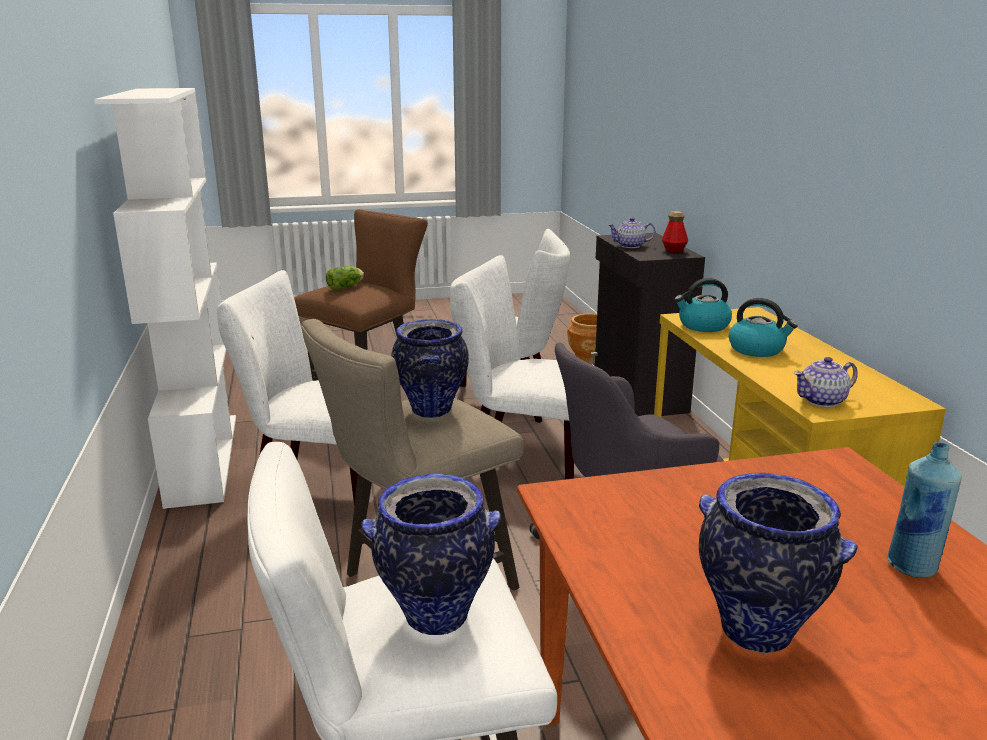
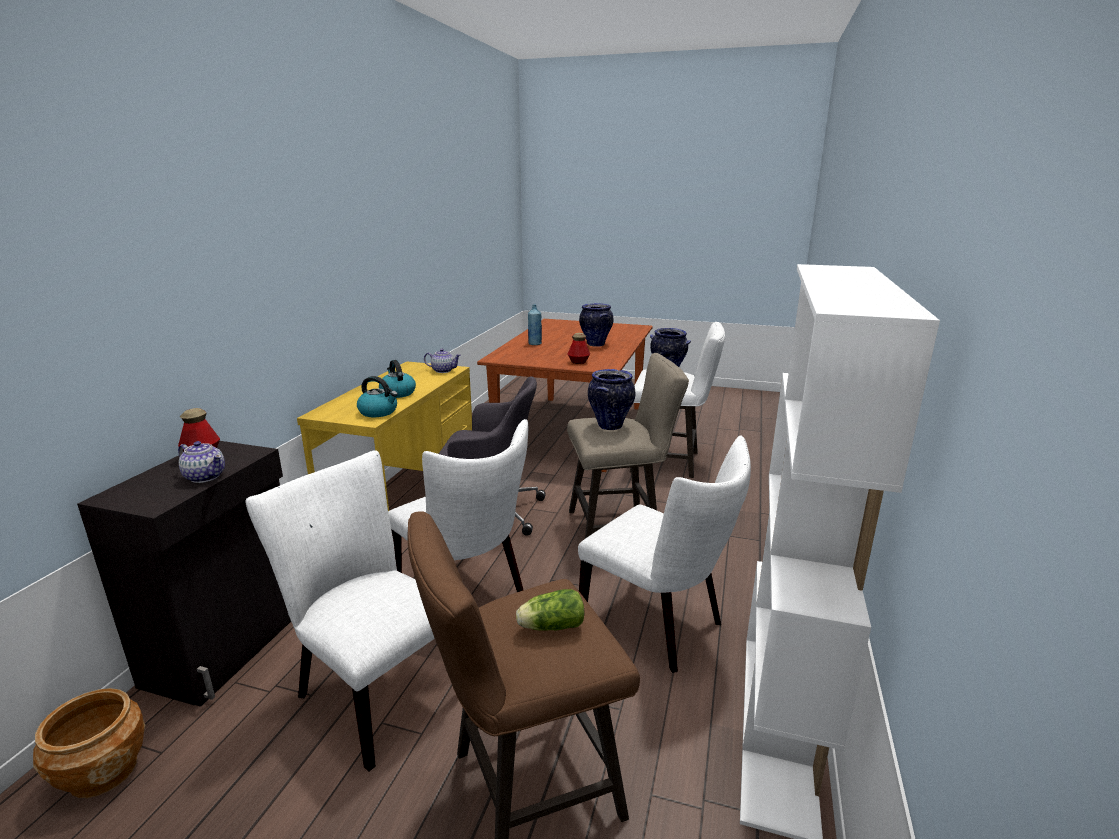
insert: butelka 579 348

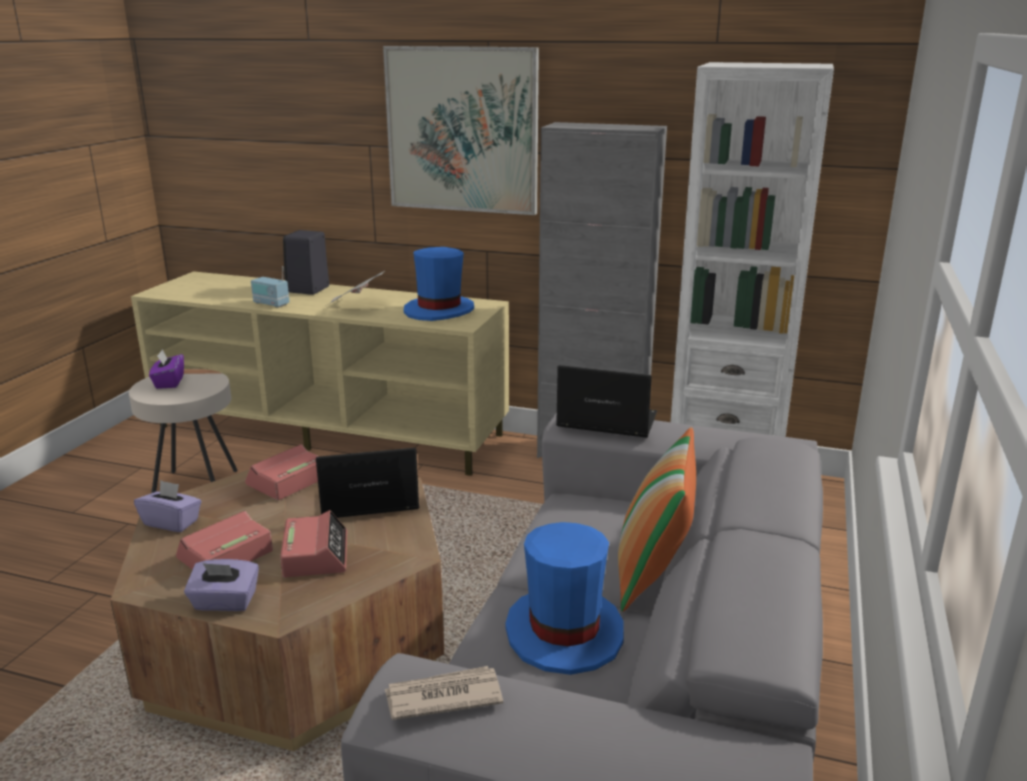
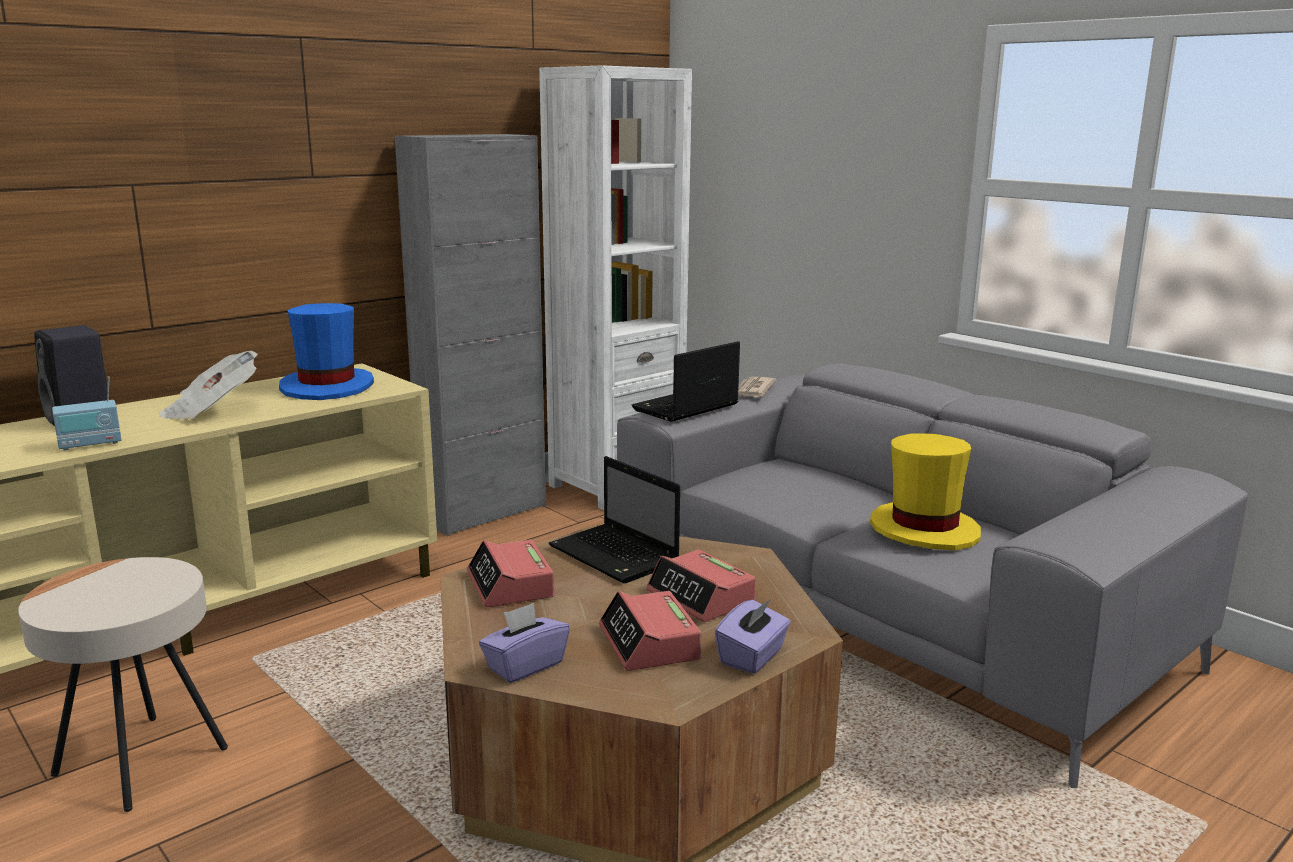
delete: obraz 461 130; pudełko chusteczek [fioletowy] 166 369; poduszka 657 519
move: gazeta 444 693 to 757 387
recolor: kapelusz [niebieski] 564 598 to kapelusz [żółty] 925 491
rotate: laptop 368 483 = 614 520 60 degrees counterclockwise; budzik 313 544 = 701 586 150 degrees counterclockwise

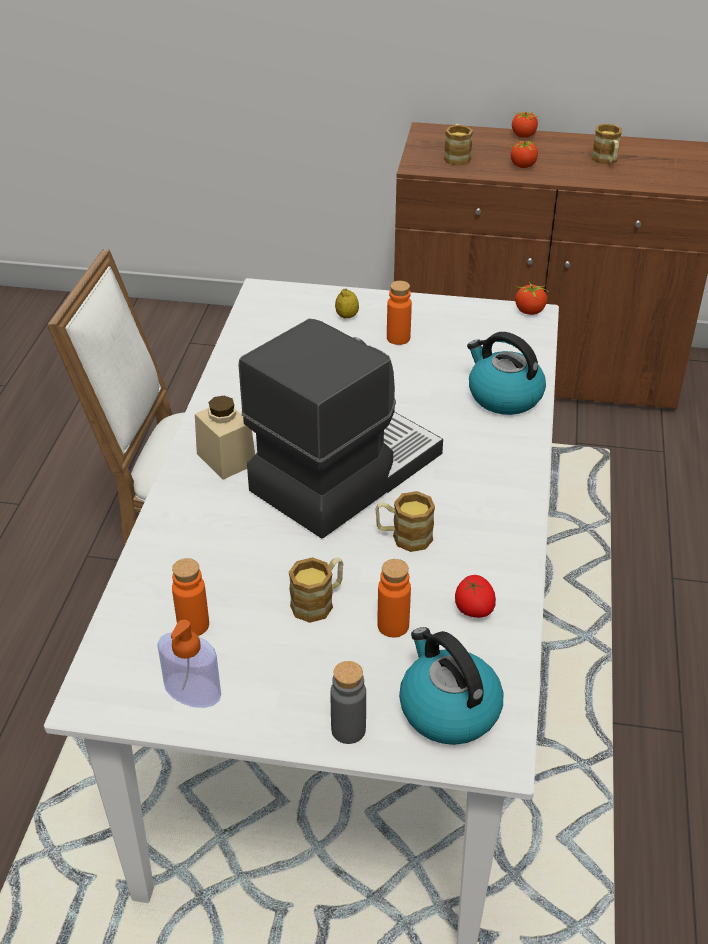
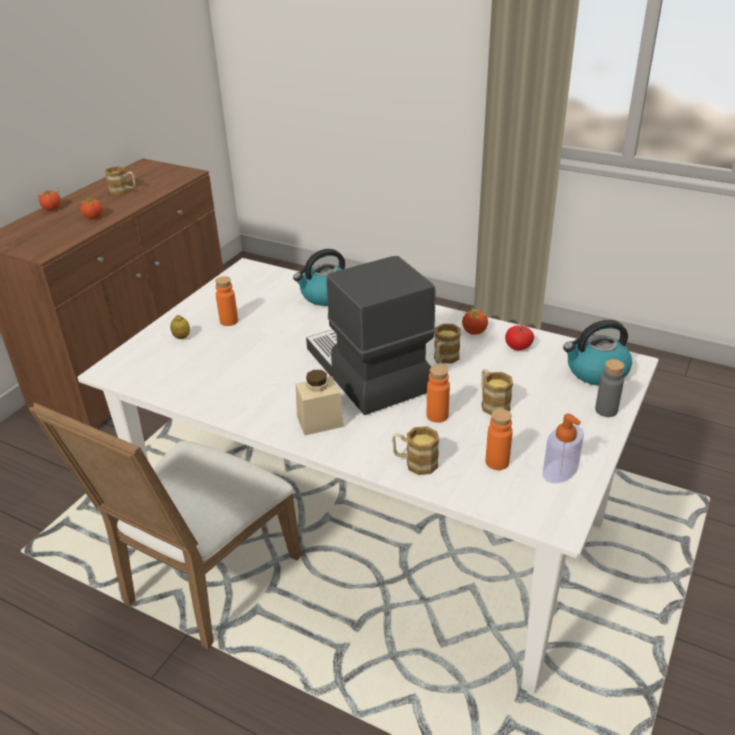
move: kubek 458 145 to 415 450; pomidor 531 298 to 475 321; butelka [pomarańczowy] 394 598 to 438 394

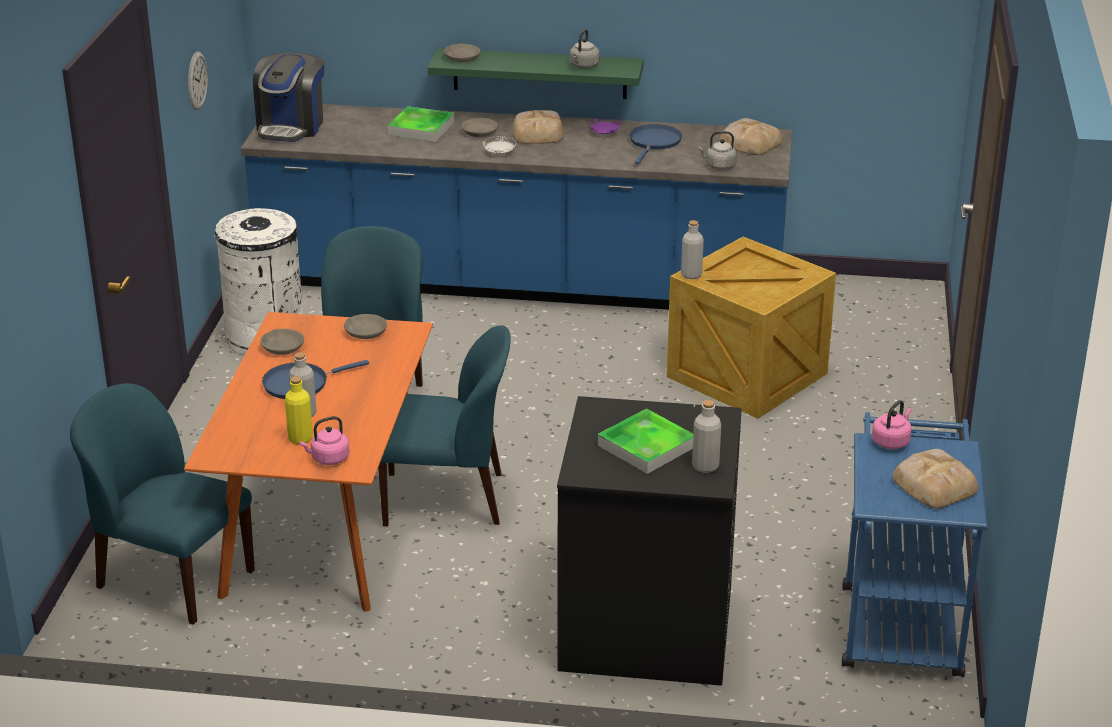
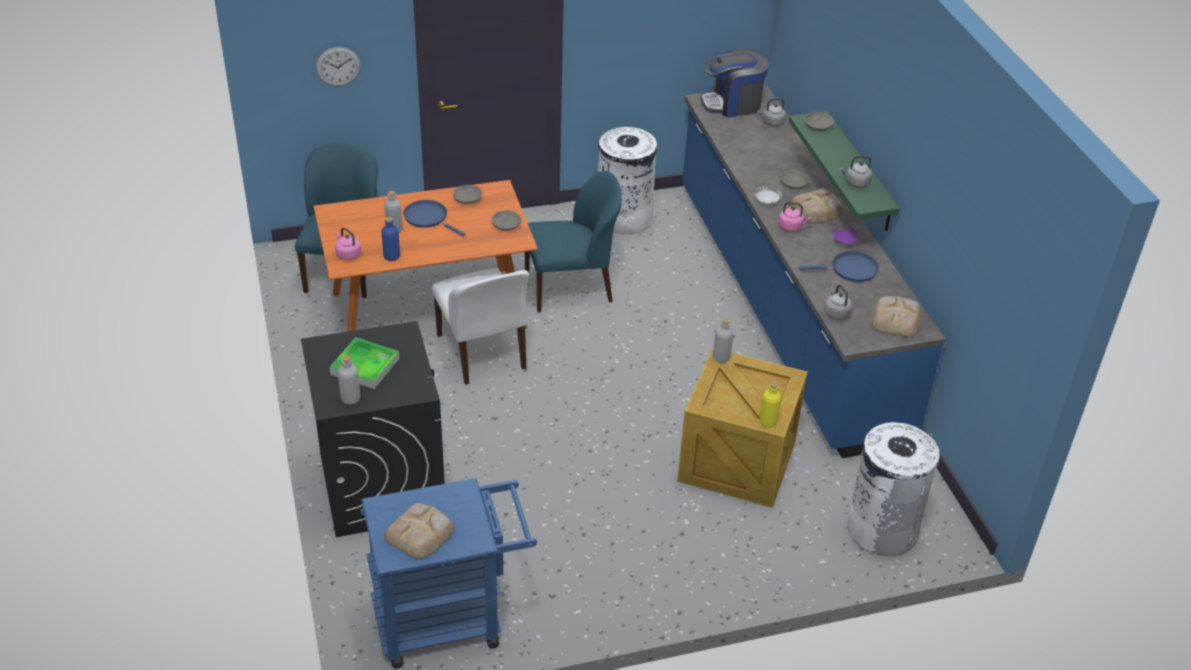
delete: taca 421 124
insert: czajnik [szary] 771 112; butelka [niebieski] 390 239; kosz na śmieci [biały] 893 489
move: zegar ścienny 198 81 to 338 66; butelka [żółty] 299 410 to 770 404; czajnik [różowy] 891 424 to 795 216
recolor: krzesło [niebieski] 444 426 to krzesło [biały] 480 327

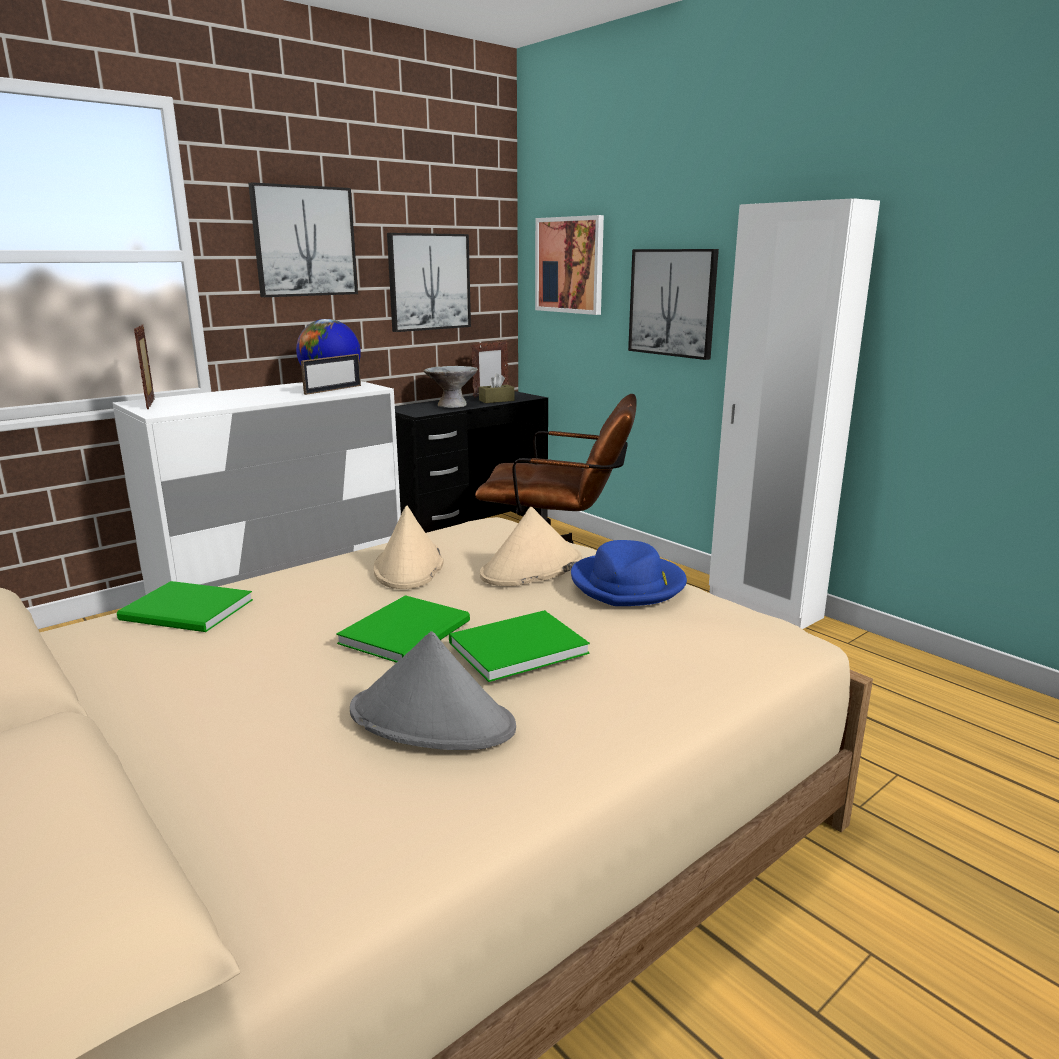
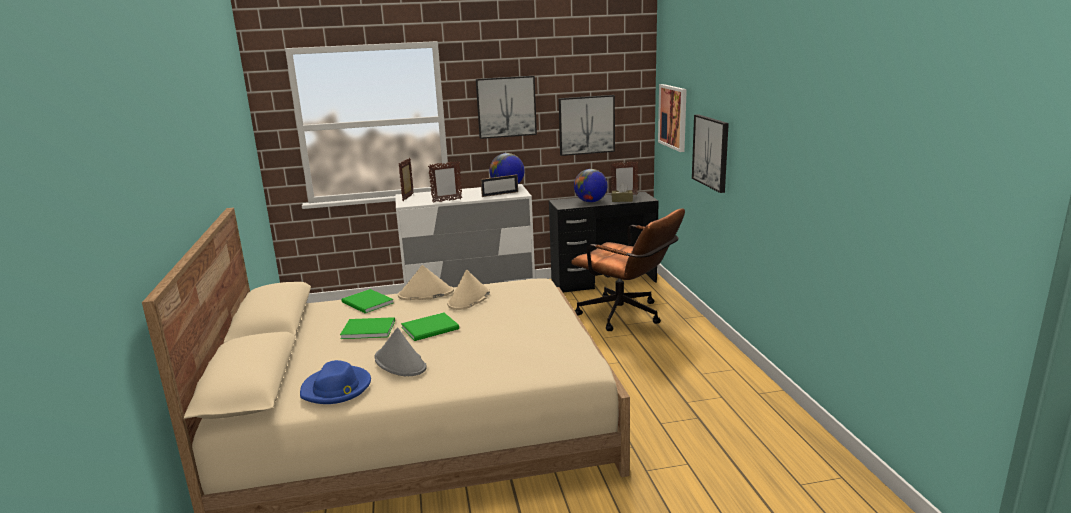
delete: szafa [biały] 794 413
insert: ramka na zdjęcie 445 182
move: kapelusz [beżowy] 531 546 to 426 282; kapelusz [niebieski] 629 573 to 335 382; książka [zielony] 519 646 to 367 328
replace: miska [szary] 451 387 to globus 590 186

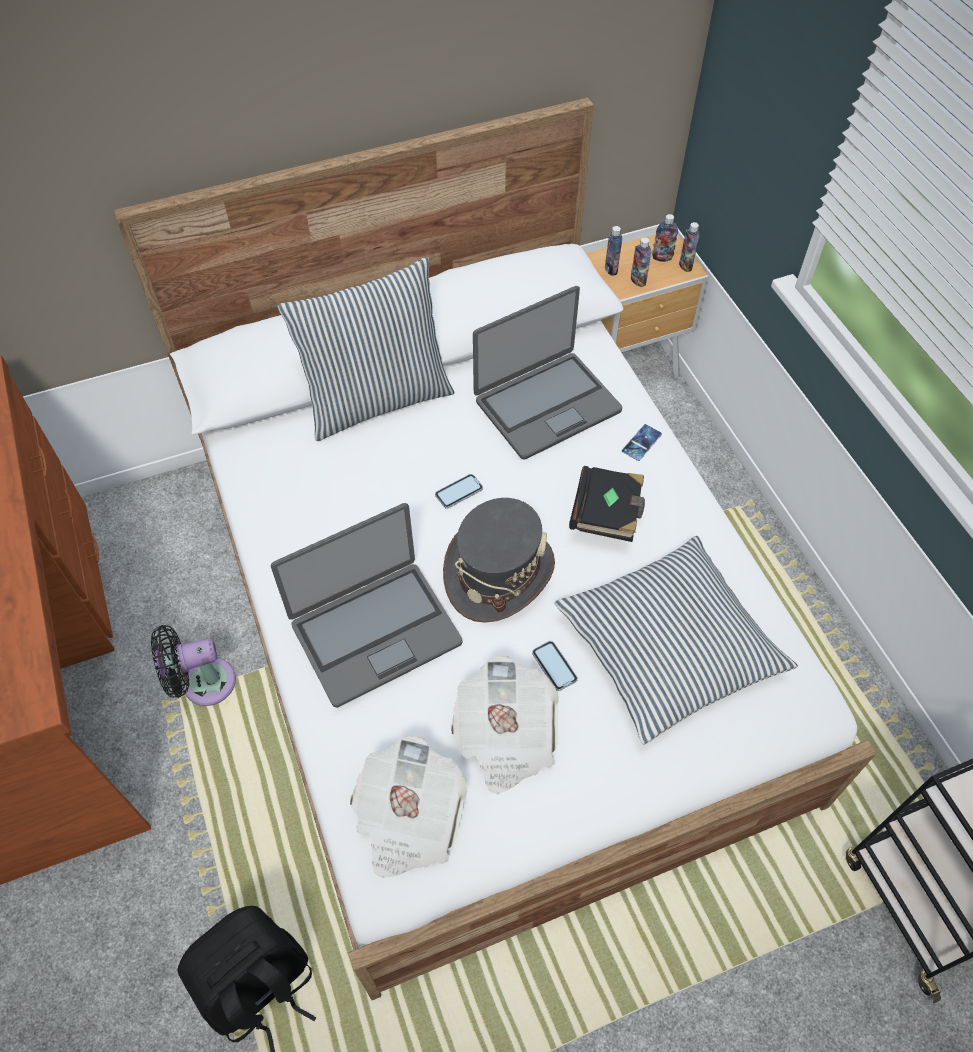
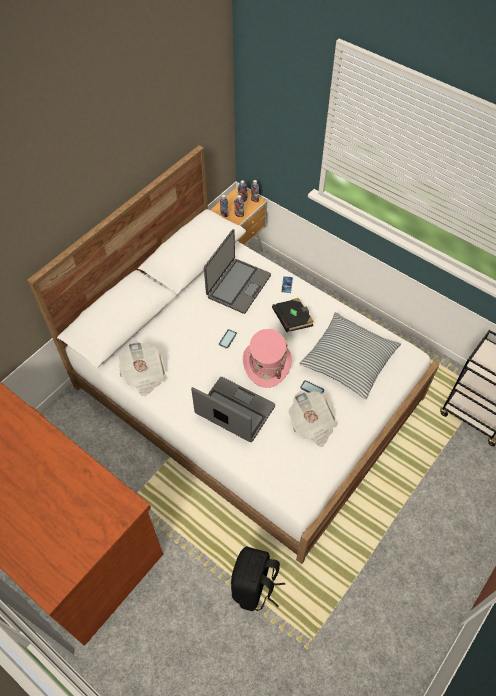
delete: poduszka 366 349; wentylator [czarny] 193 665
move: gazeta 408 807 to 142 368
recolor: kapelusz [szary] 499 560 to kapelusz [różowy] 267 358
rotate: laptop 367 605 = 233 409 90 degrees counterclockwise

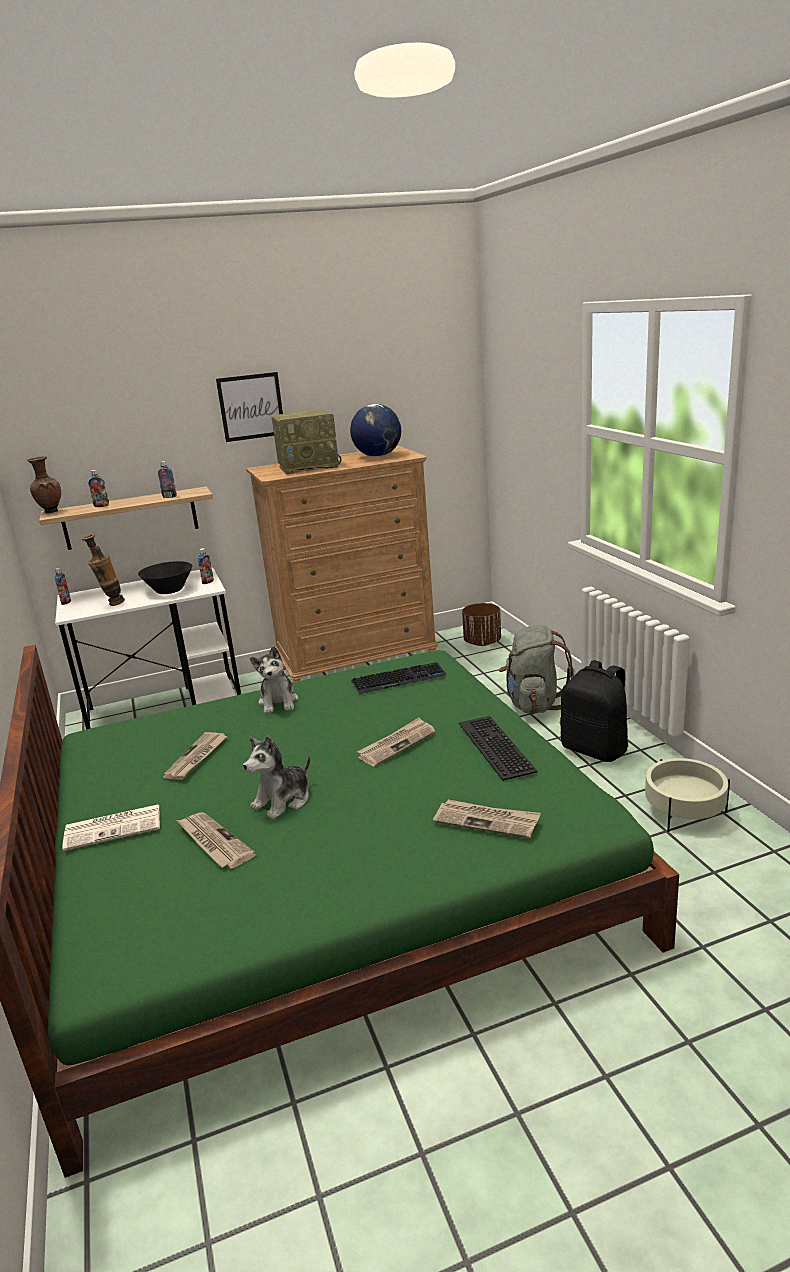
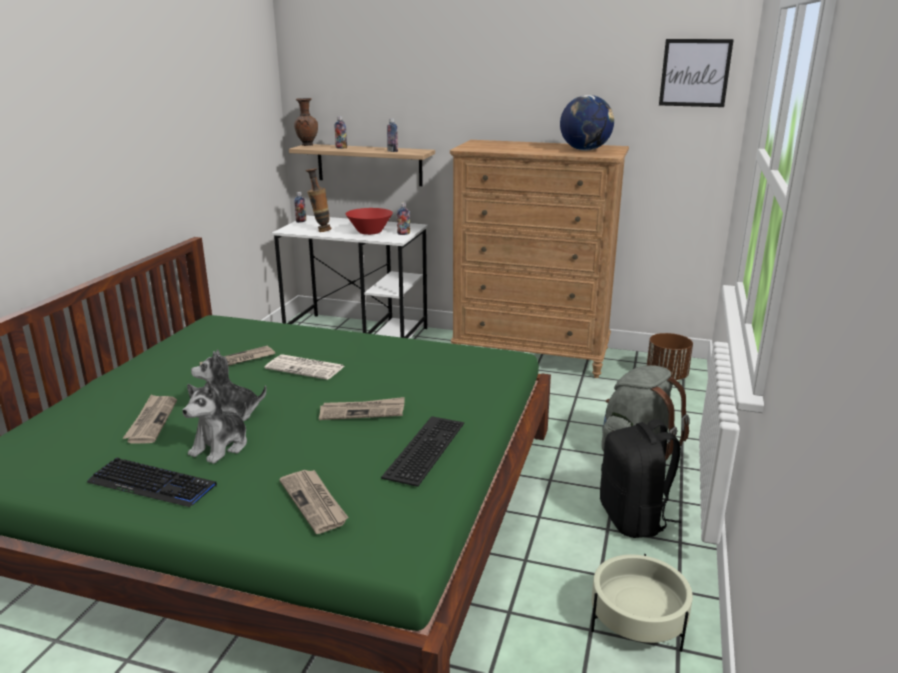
delete: radio 306 442
move: obraz 249 407 to 696 73; pluszak 274 680 to 214 422; klawiatura 398 678 to 152 482; gazeta 111 827 to 304 367
recolor: miska [czarny] 165 577 to miska [czerwony] 369 221

